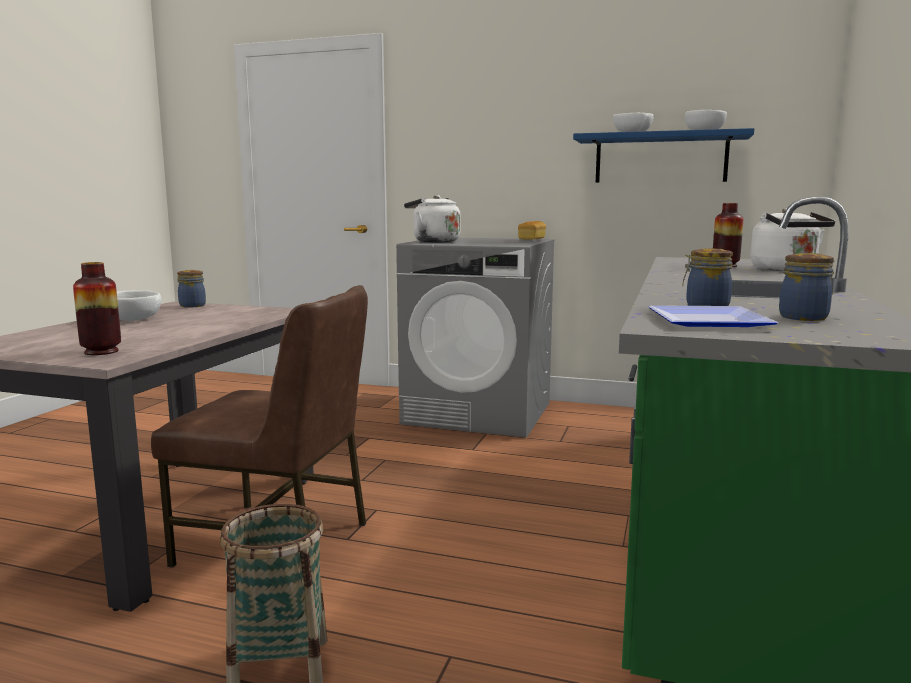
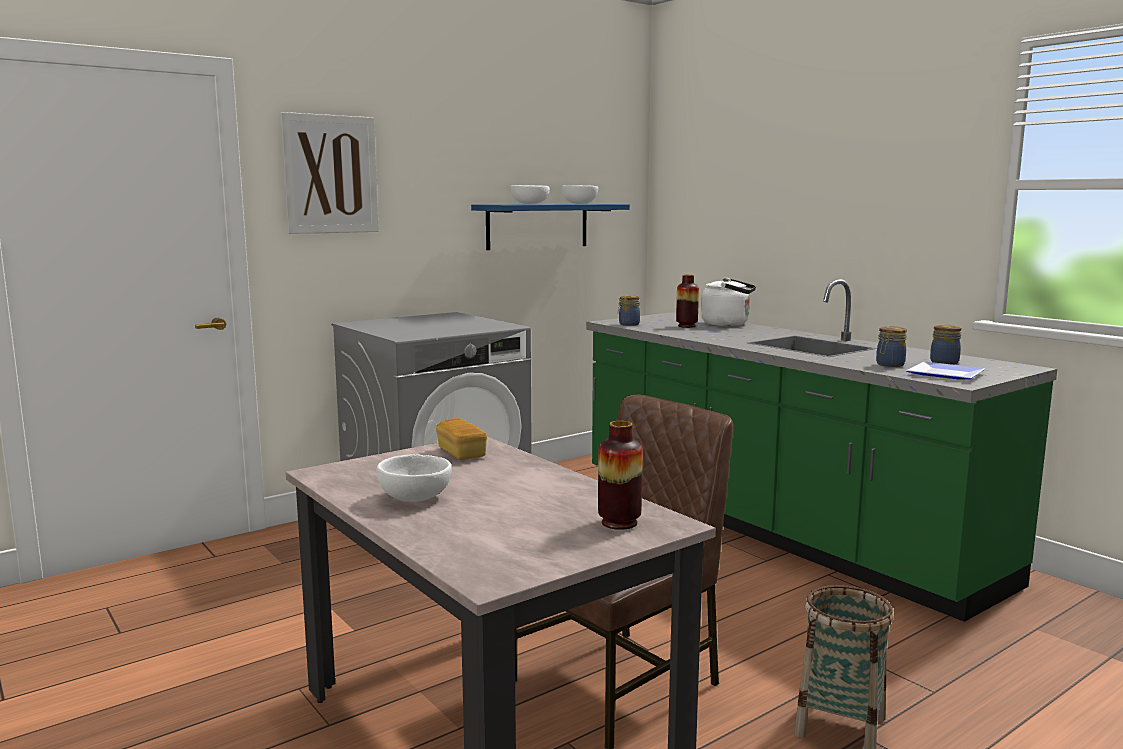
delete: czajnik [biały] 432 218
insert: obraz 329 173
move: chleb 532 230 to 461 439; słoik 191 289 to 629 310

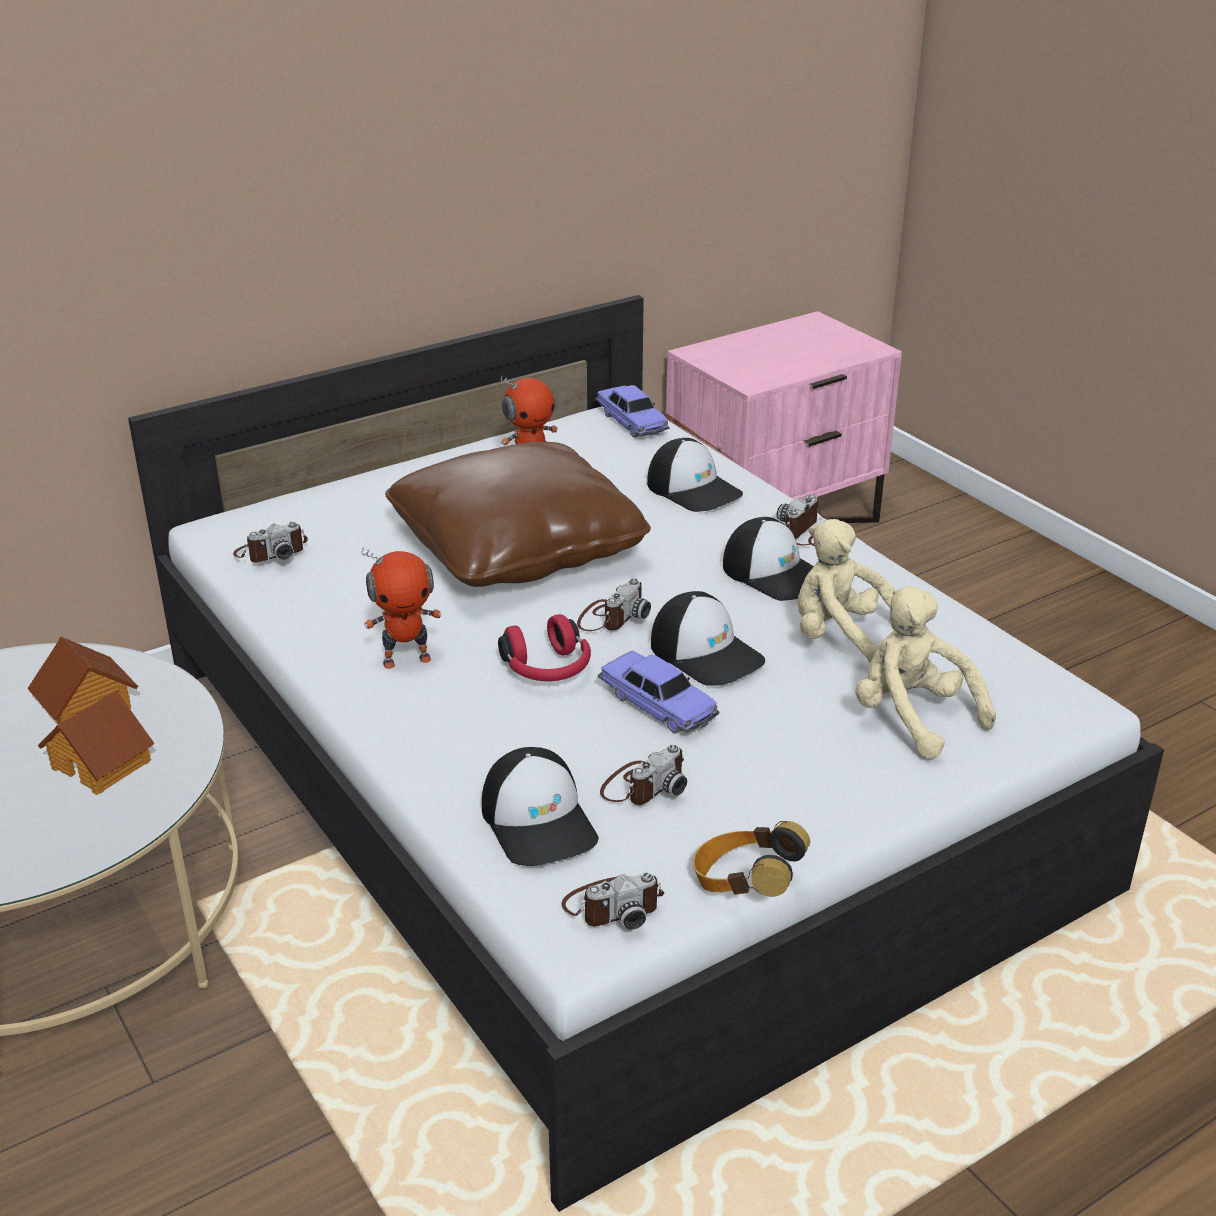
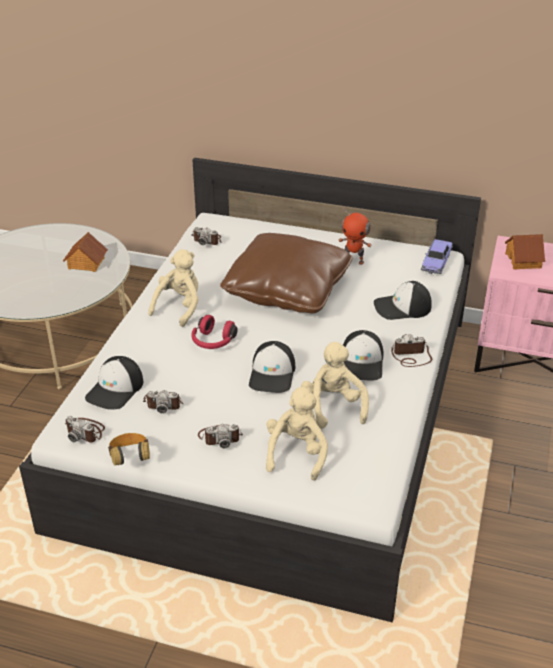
delete: samochodzik 658 692
move: aparat fotograficzny 614 604 to 220 436; domek 96 742 to 525 252
replace: robot zabawkowy 402 608 to pluszak [beżowy] 173 288
rotate: czapka z daszkiem 695 475 = 403 300 75 degrees clockwise

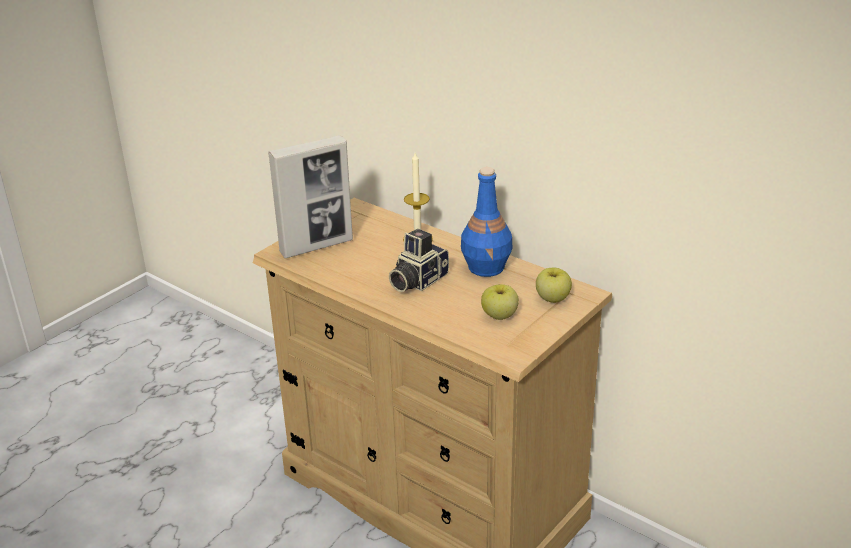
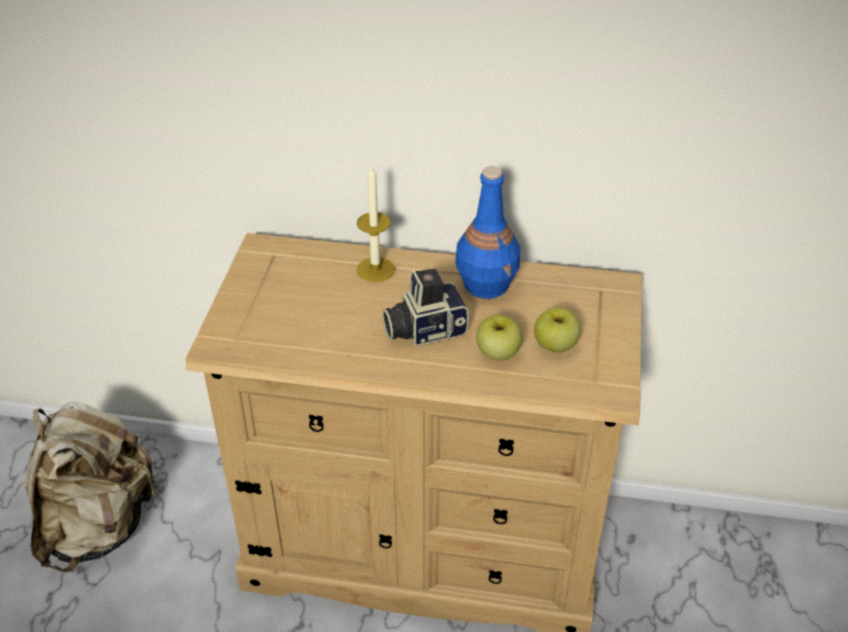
delete: ramka na zdjęcie 310 196
insert: plecak [beżowy] 92 487
move: jabłko 554 285 to 499 338
rotate: aparat fotograficzny 419 260 = 425 307 60 degrees clockwise

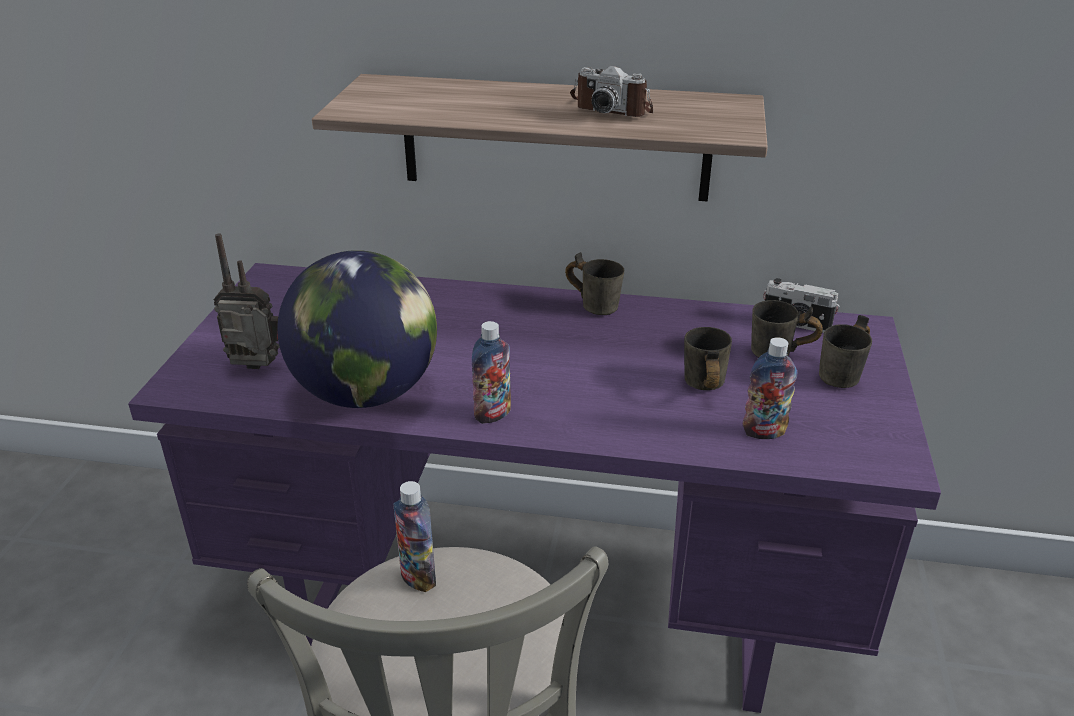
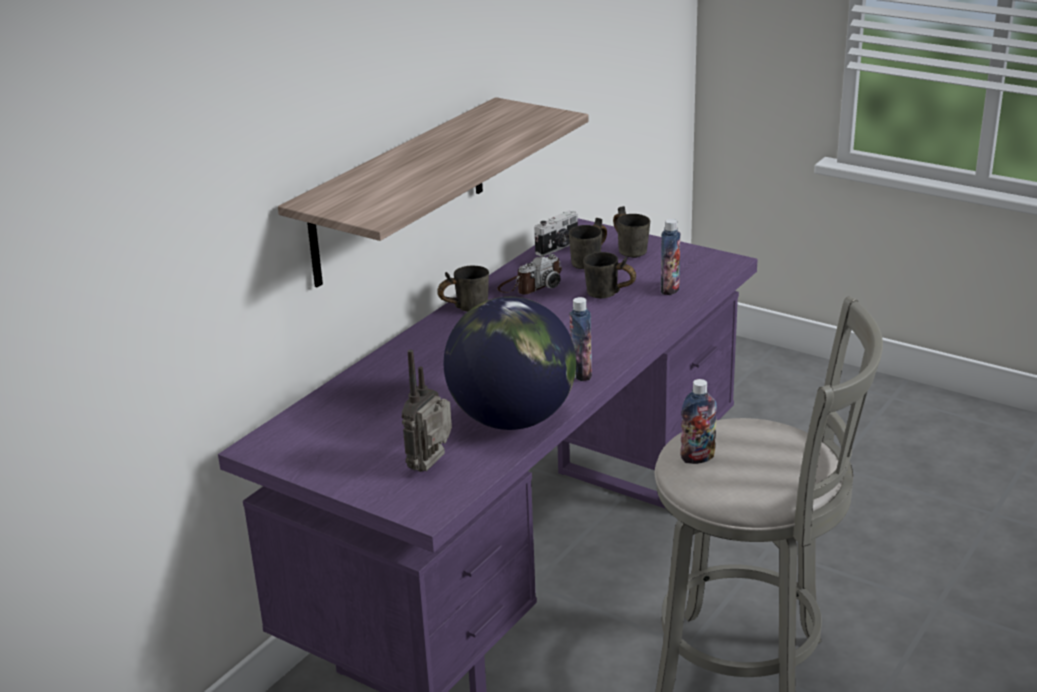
move: aparat fotograficzny 611 91 to 529 274

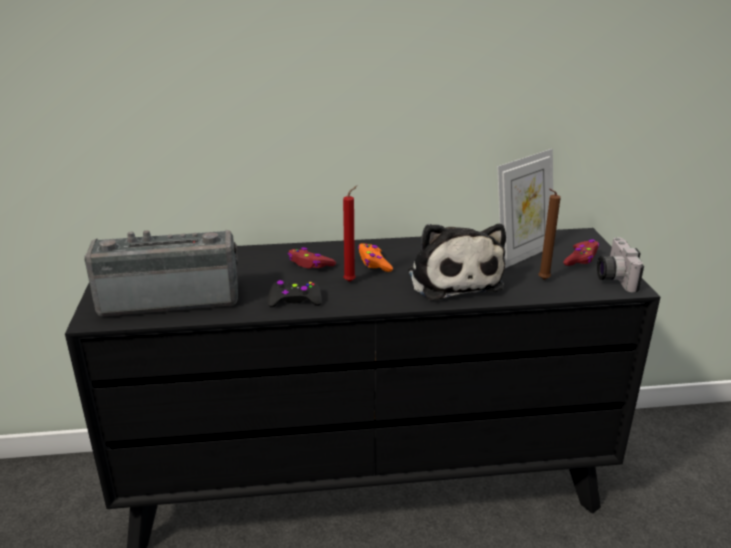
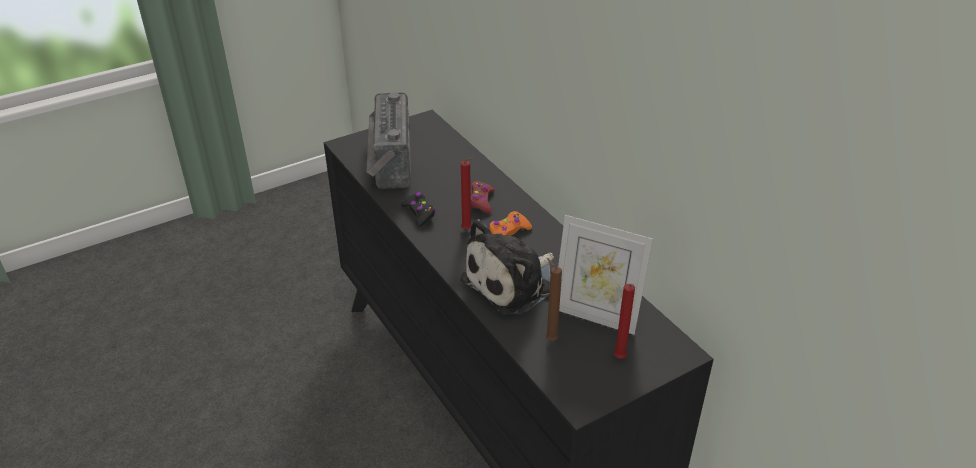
delete: aparat fotograficzny 620 264
replace: pad do gier [czerwony] 581 253 to świeca [czerwony] 624 321
rotate: radio 161 273 = 388 140 150 degrees counterclockwise

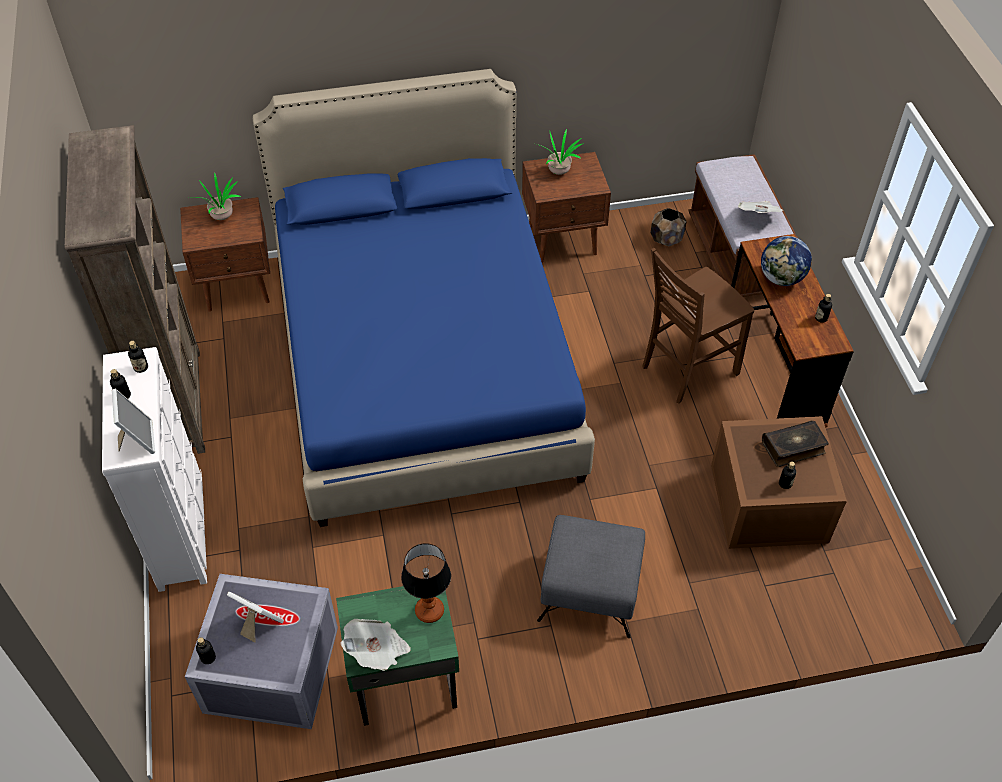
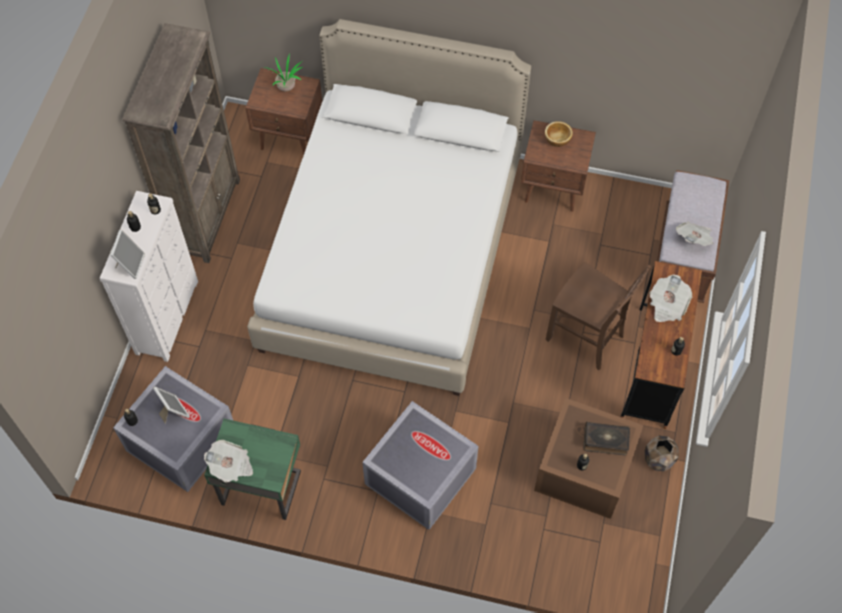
delete: lampa stołowa 426 583
move: donica [brązowy] 668 227 to 662 454
replace: roślina doniczkowa 560 152 to miska 559 134; globus 786 261 to gazeta 671 298; pufa [szary] 591 576 to pojemnik do przechowywania [szary] 420 465
recolor: łóżko [niebieski] 424 298 to łóżko [biały] 389 207
rotate: krzesło [brązowy] 698 326 = 598 316 135 degrees counterclockwise

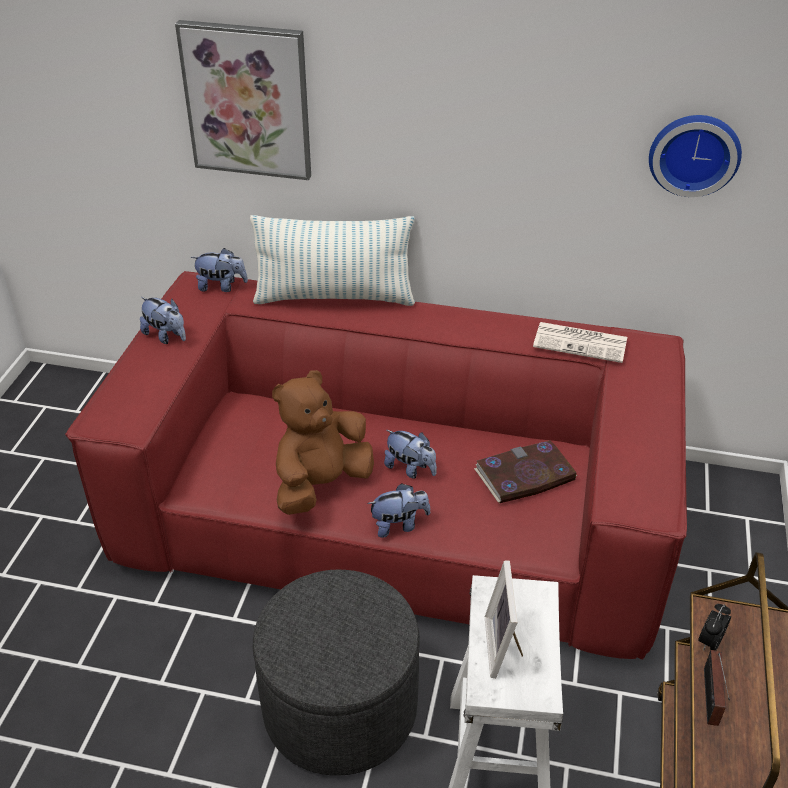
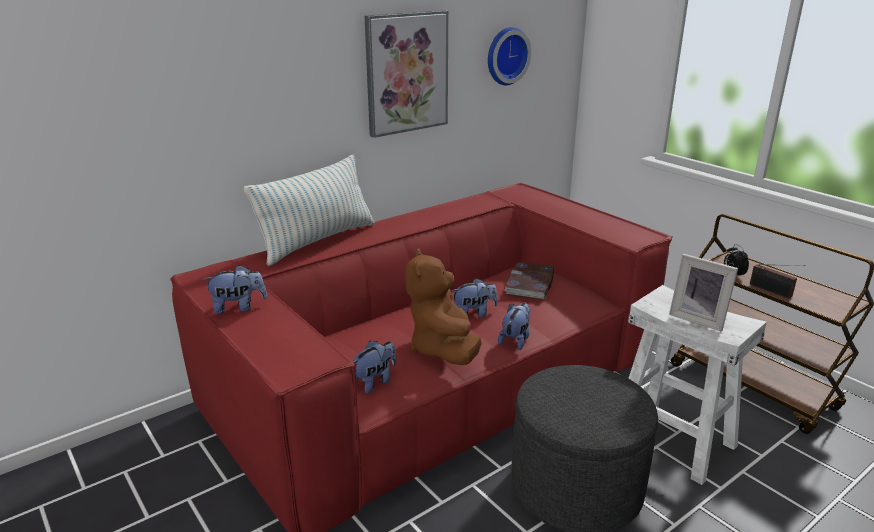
delete: gazeta 580 342
move: obraz 243 100 to 406 74; pluszak 219 270 to 374 367

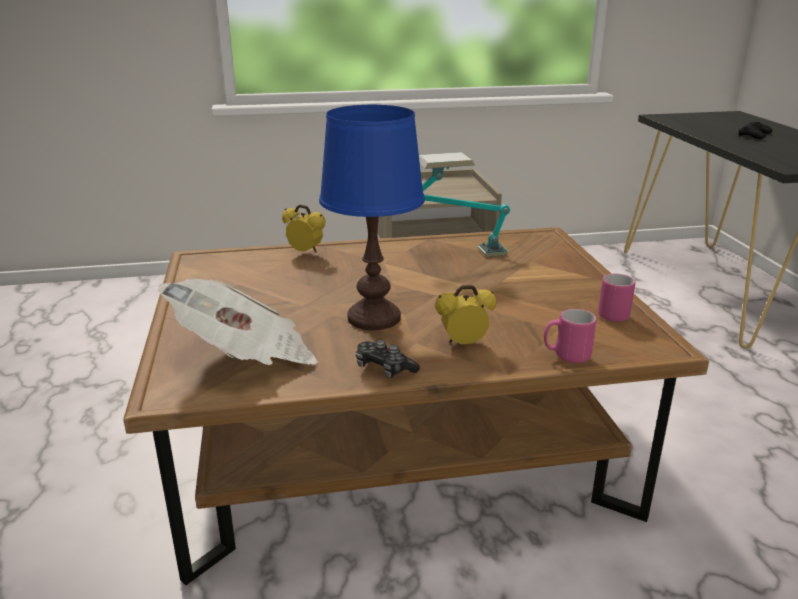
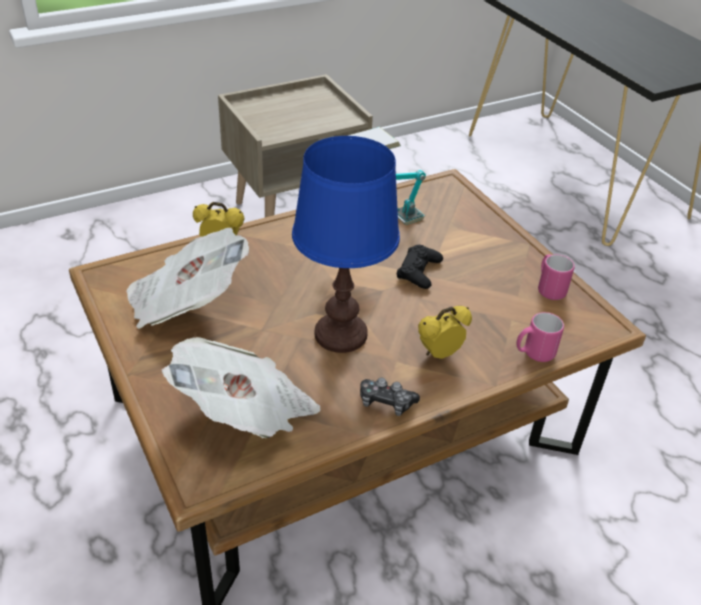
insert: gazeta 187 278
move: pad do gier [czarny] 756 130 to 420 267

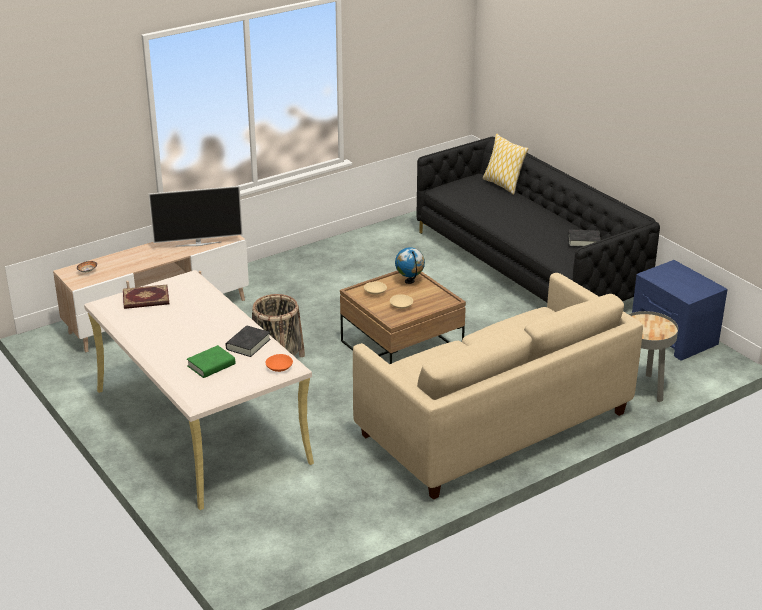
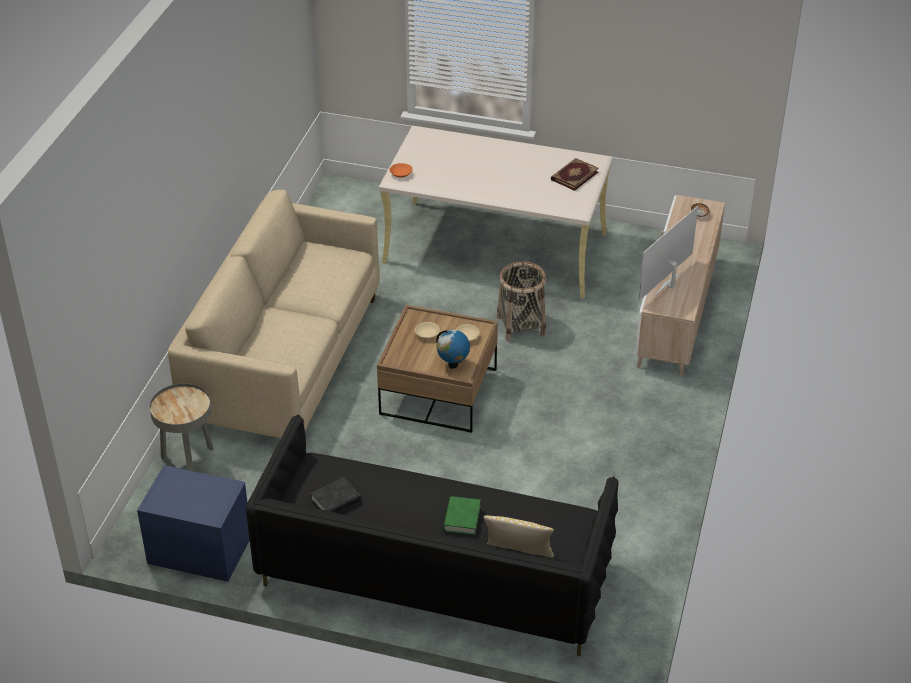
delete: książka [czarny] 248 341
move: książka [zielony] 211 361 to 462 515

